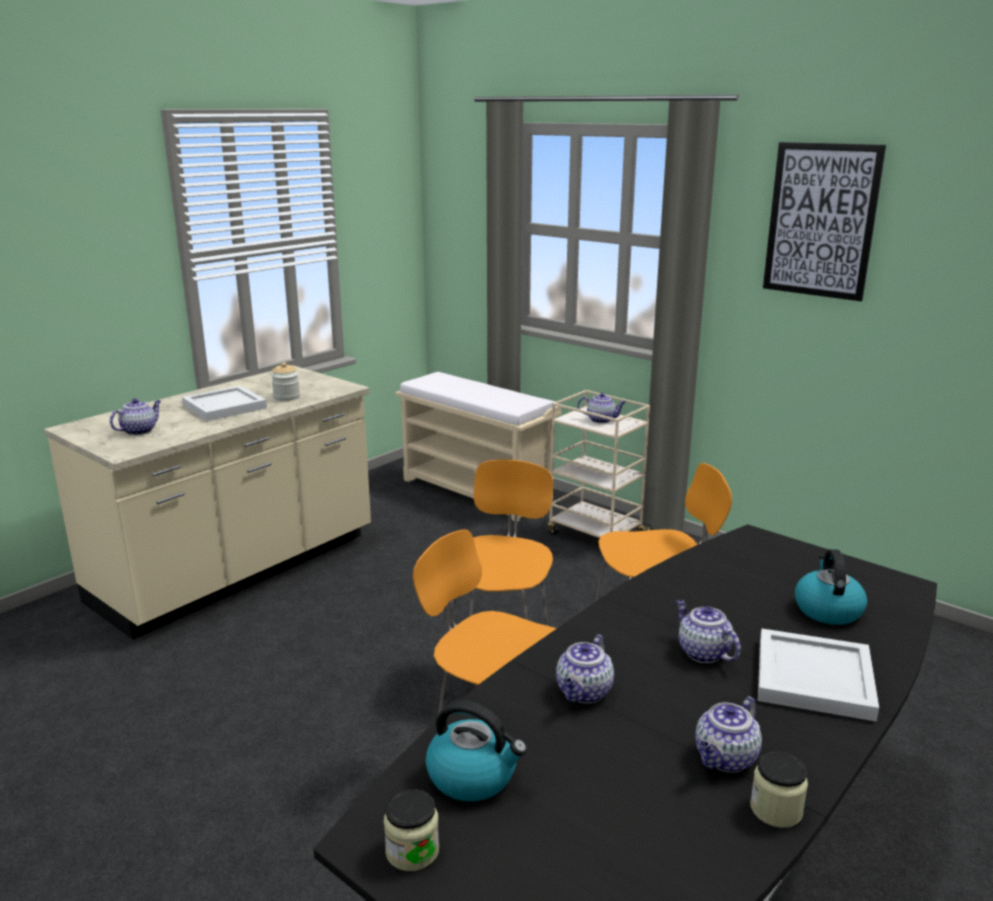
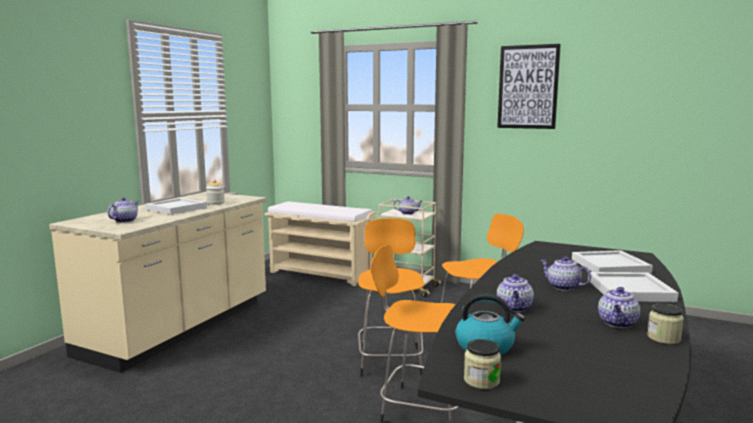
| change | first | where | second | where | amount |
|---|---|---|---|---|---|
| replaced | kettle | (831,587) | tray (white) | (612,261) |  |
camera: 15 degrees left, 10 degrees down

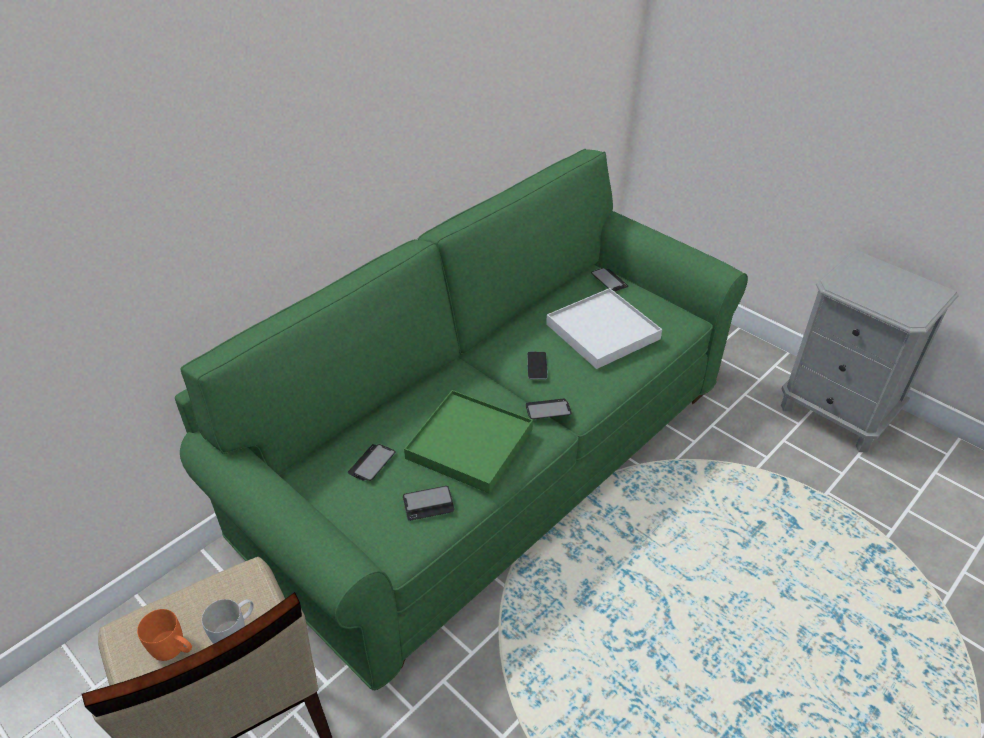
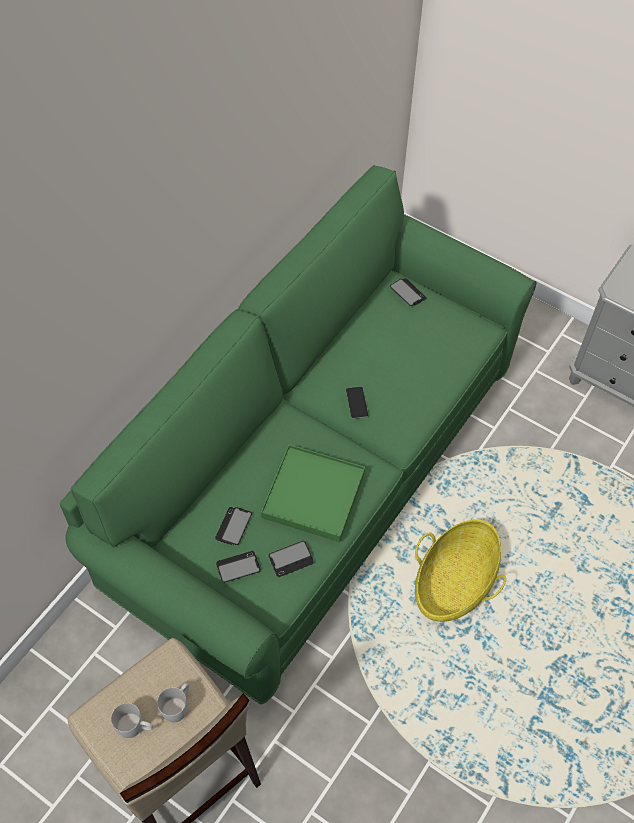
| change | first | where | second | where | amount |
|---|---|---|---|---|---|
| recoloured | mug (orange) | (164,635) | mug (white) | (132,720) |  |
| moved | phone | (548,408) |  | (238,567) |  |
| added |  |  | basket | (460,570) |  |
| removed | tray (white) | (604,328) |  |  |  |
camera: 10 degrees left, 15 degrees up

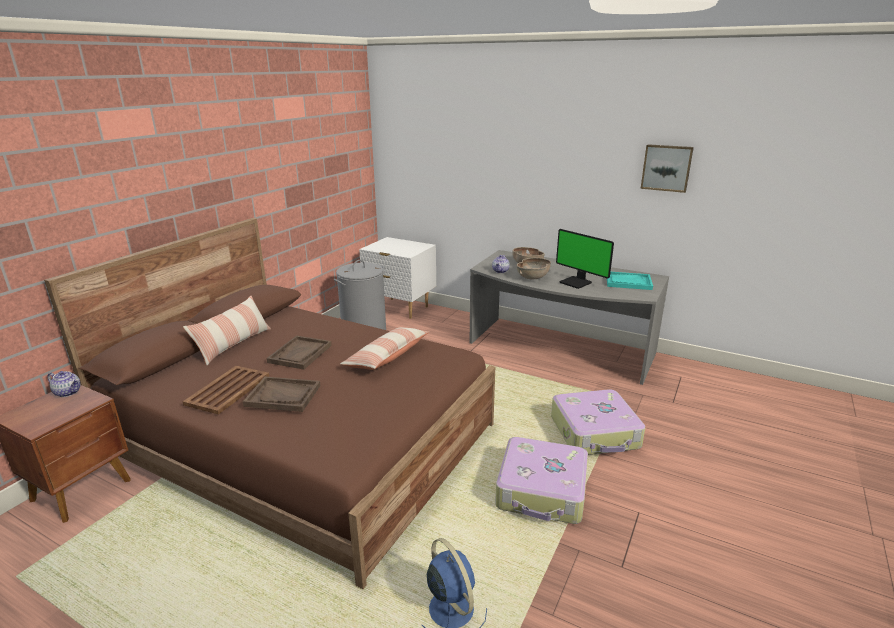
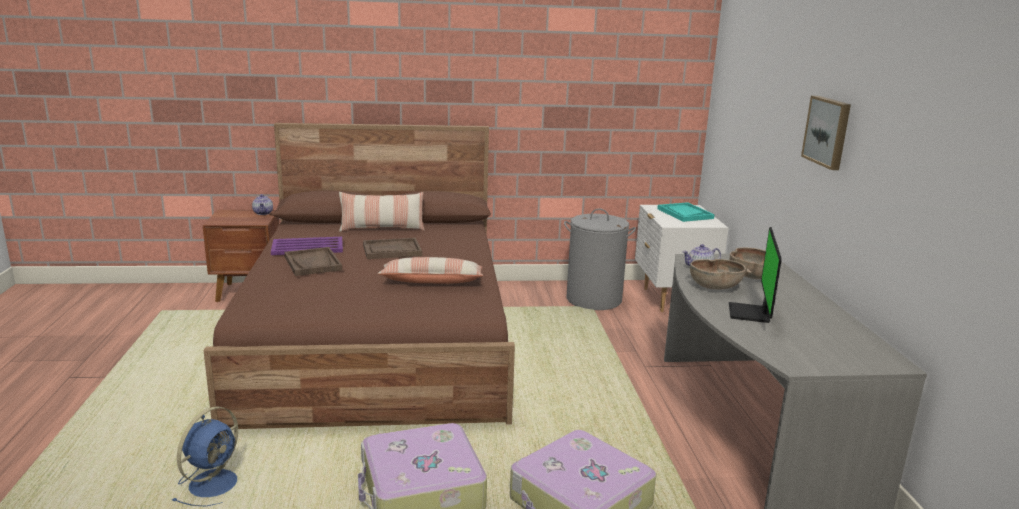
| change | first | where | second | where | amount |
|---|---|---|---|---|---|
| recoloured | tray (brown) | (226,390) | tray (purple) | (307,246) |  |
| moved | tray (turquoise) | (630,281) |  | (686,212) |  |
| moved | picture | (667,168) |  | (826,133) |  |
camera: 55 degrees right, 5 degrees down

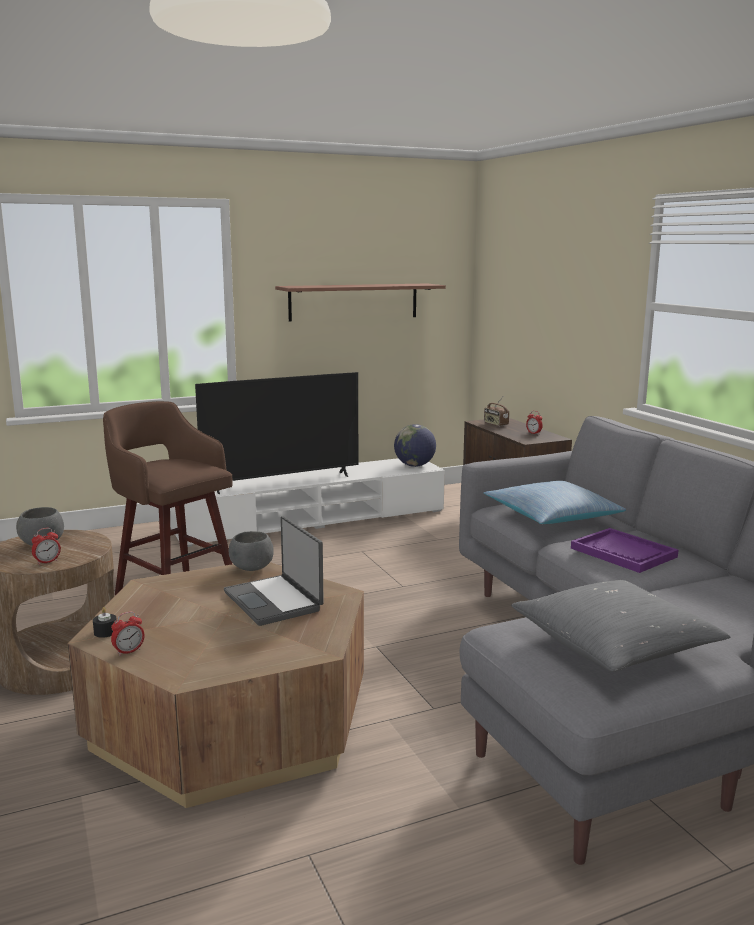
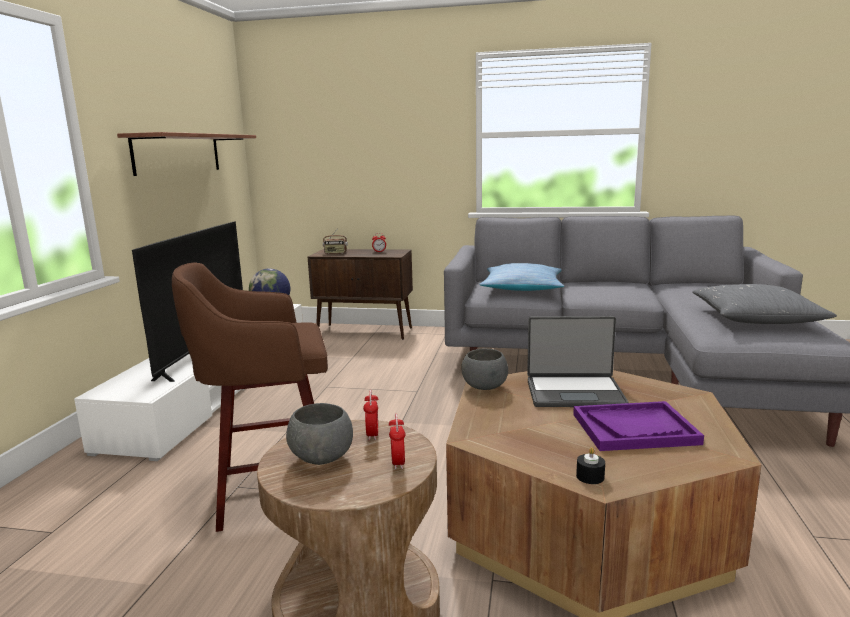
| change | first | where | second | where | amount |
|---|---|---|---|---|---|
| moved | alarm clock | (128,634) |  | (371,415) |  |
| moved | tray (purple) | (624,550) |  | (638,426) |  |
camera: 55 degrees left, 0 degrees up

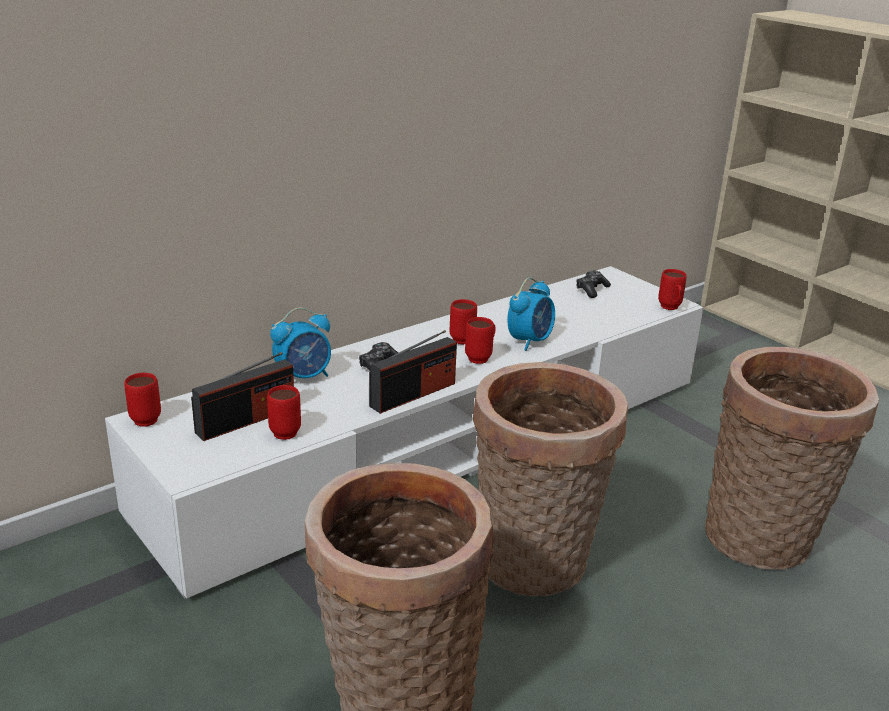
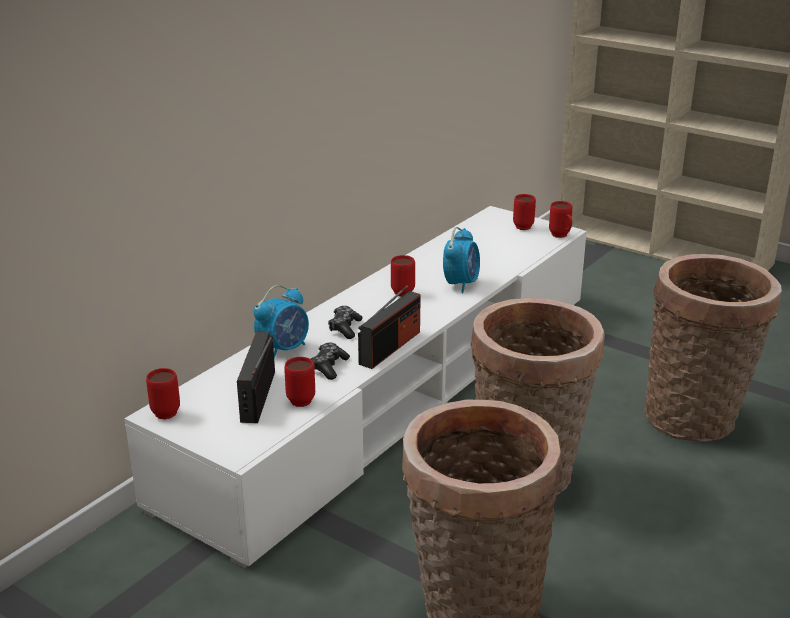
| change | first | where | second | where | amount |
|---|---|---|---|---|---|
| turned | radio | (242,396) |  | (256,377) | 150 degrees clockwise |
| moved | game controller | (593,284) |  | (330,361) |  |
| moved | mug (red) | (480,340) |  | (524,212) |  |
camera: 15 degrees left, 0 degrees up

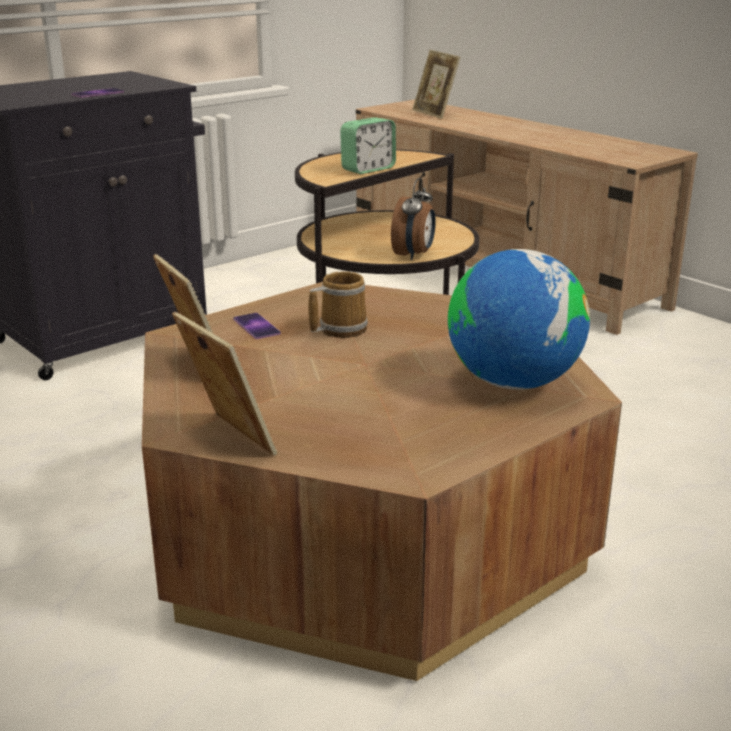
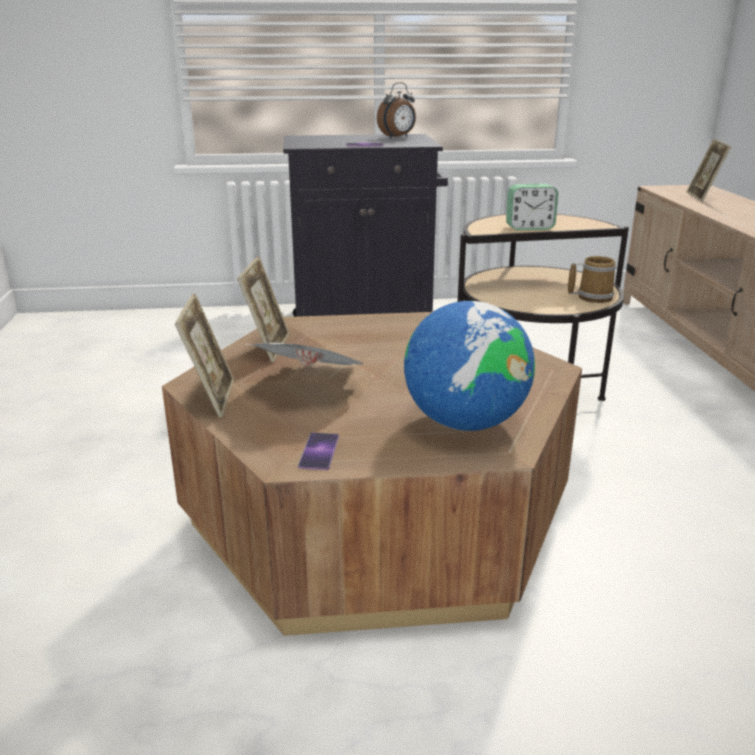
| change | first | where | second | where | amount |
|---|---|---|---|---|---|
| added |  |  | newspaper | (304,354) |  |
| moved | phone | (257,326) |  | (318,451) |  |
| moved | alarm clock | (413,219) |  | (396,110) |  |
| moved | mug | (338,304) |  | (592,279) |  |
camera: 35 degrees right, 0 degrees up

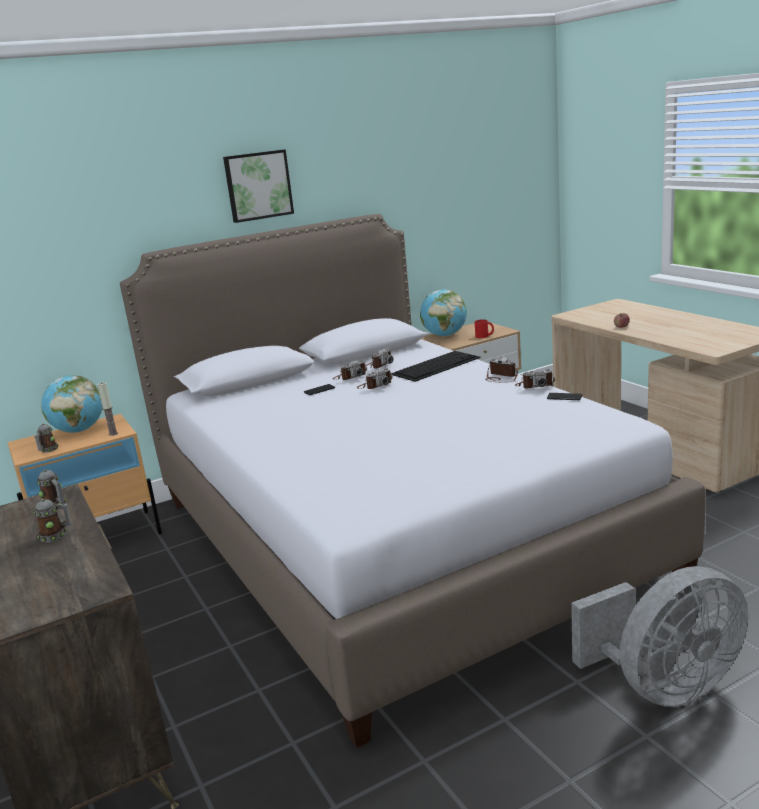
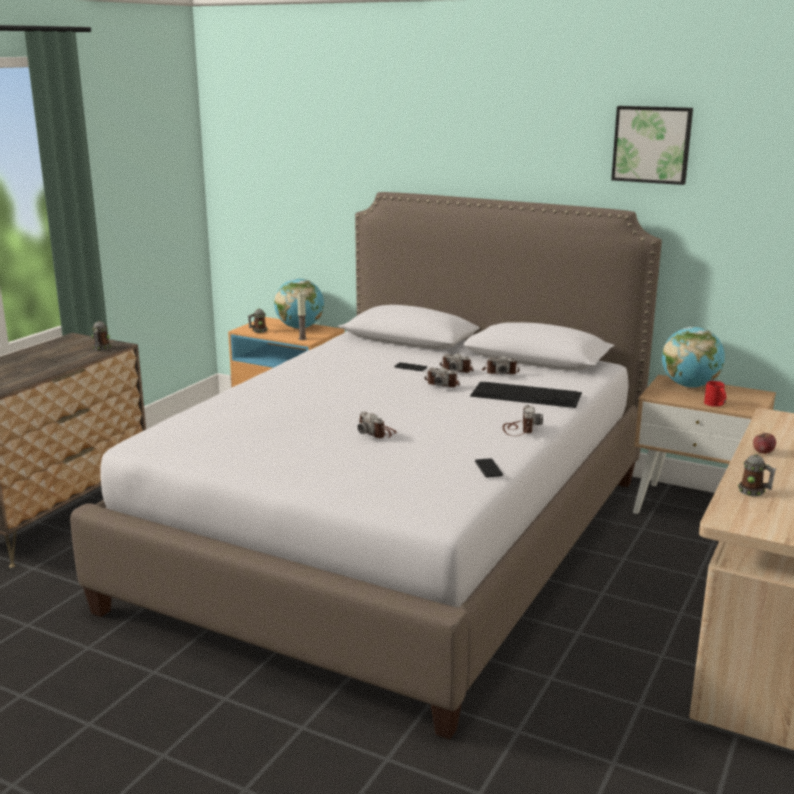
| change | first | where | second | where | amount |
|---|---|---|---|---|---|
| moved | photo camera | (535,378) |  | (377,425) |  |
| moved | picture | (258,186) |  | (652,145) |  |
| moved | mug | (52,520) |  | (757,475) |  |
| removed | fan (grey) | (659,636) |  |  |  |
camera: 55 degrees right, 0 degrees up

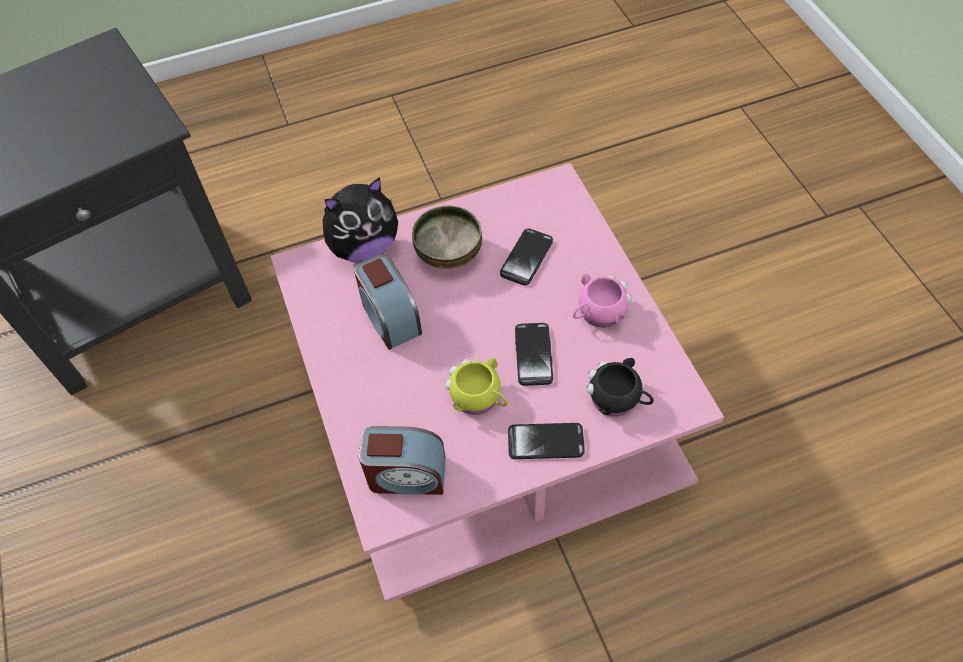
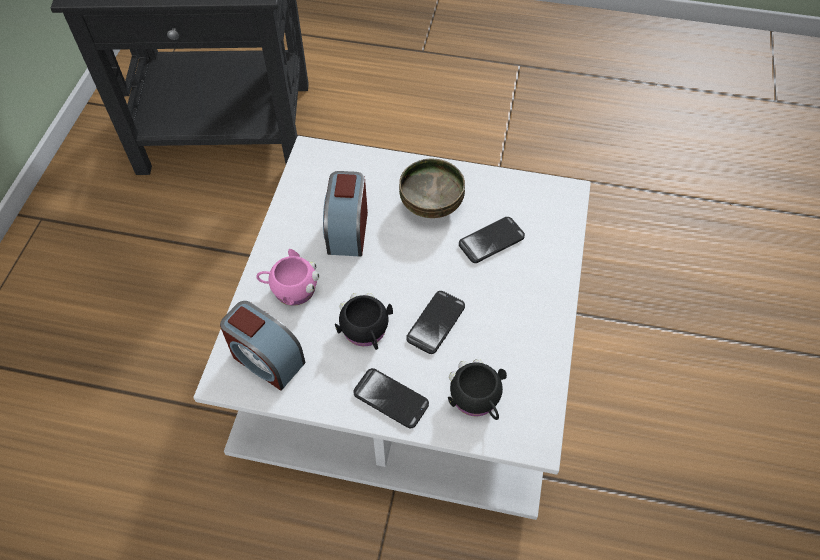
| change | first | where | second | where | amount |
|---|---|---|---|---|---|
| recoloured | coffee table (pink) | (497,383) | coffee table (white) | (392,328) |  |
| moved | mug (pink) | (602,301) |  | (287,277) |  |
| recoloured | mug (yellow) | (476,386) | mug (black) | (364,321) |  |
| removed | plush toy | (360,219) |  |  |  |
camera: 30 degrees right, 0 degrees up

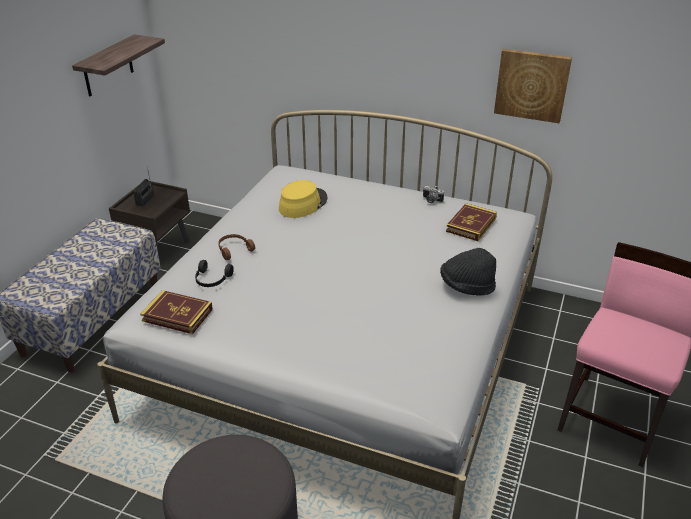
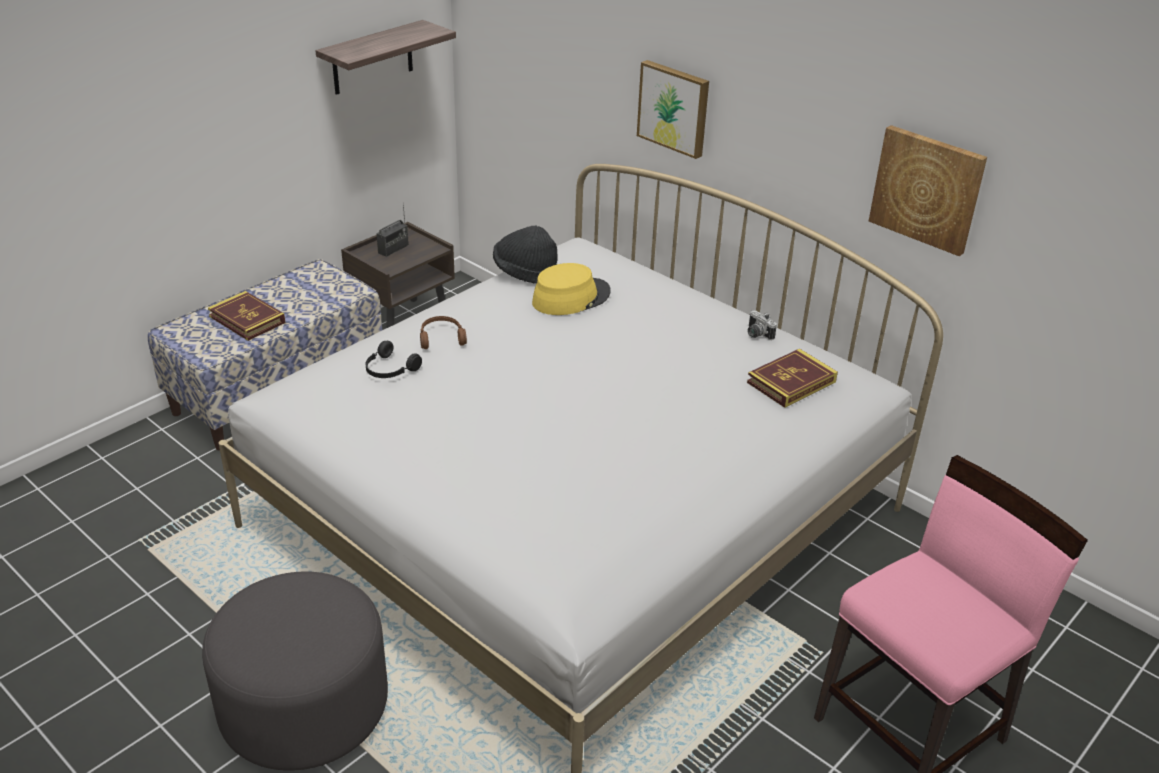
| change | first | where | second | where | amount |
|---|---|---|---|---|---|
| moved | book | (177,312) |  | (247,316) |  |
| moved | hat (black) | (468,271) |  | (525,254) |  |
| added |  |  | picture | (673,109) |  |
camera: 20 degrees right, 0 degrees up

